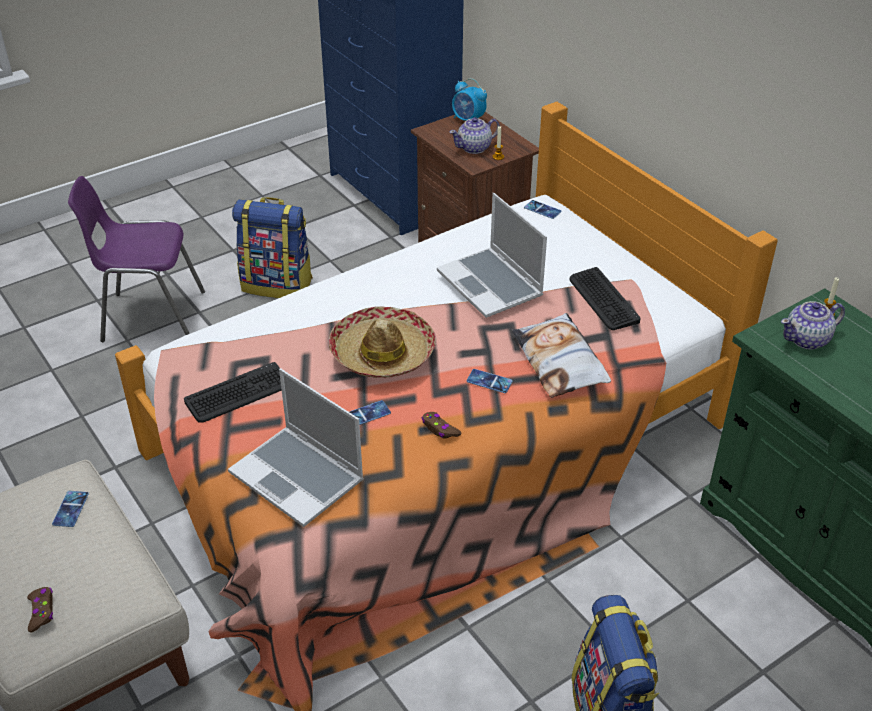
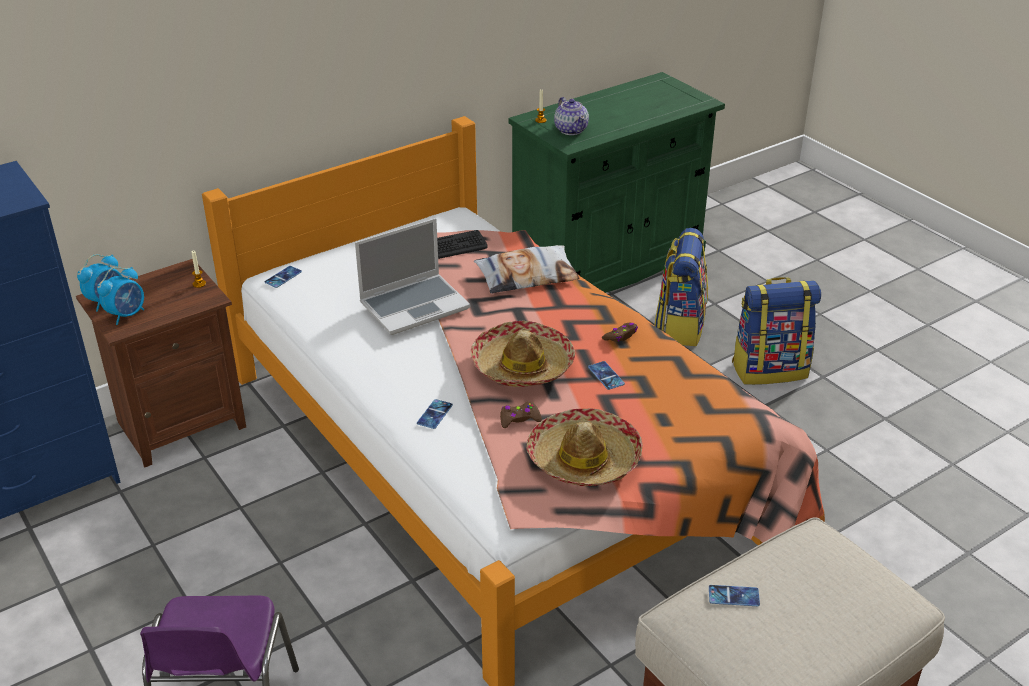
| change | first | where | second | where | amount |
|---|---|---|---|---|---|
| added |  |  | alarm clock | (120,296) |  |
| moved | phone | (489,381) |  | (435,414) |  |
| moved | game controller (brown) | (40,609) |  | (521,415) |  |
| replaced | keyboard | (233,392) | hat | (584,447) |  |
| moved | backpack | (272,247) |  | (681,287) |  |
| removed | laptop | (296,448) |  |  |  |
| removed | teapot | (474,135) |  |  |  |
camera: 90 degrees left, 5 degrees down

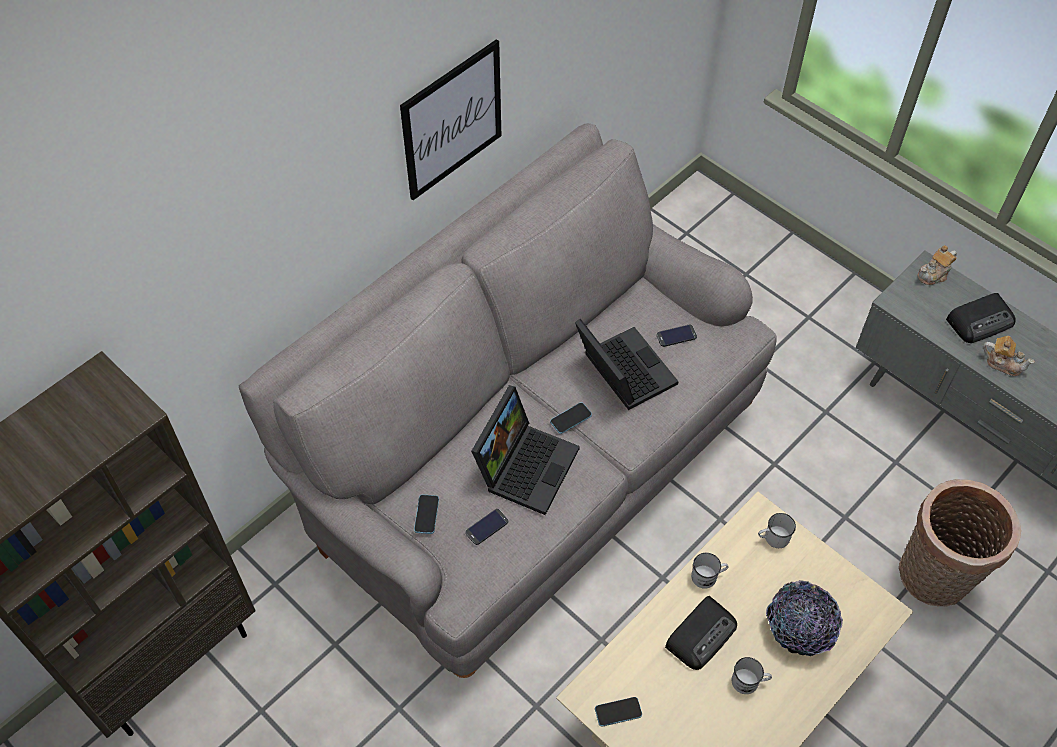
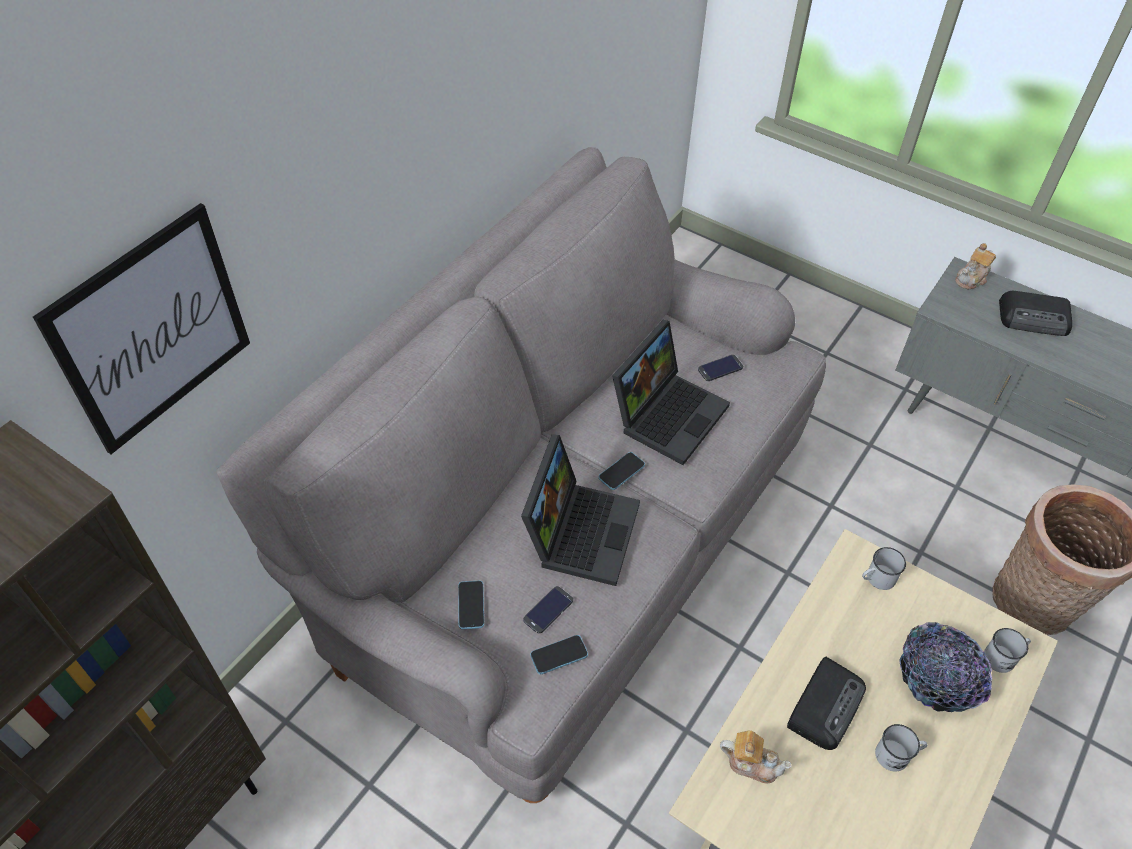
| change | first | where | second | where | amount |
|---|---|---|---|---|---|
| moved | picture | (450,119) |  | (141,328) |  |
| moved | phone | (618,711) |  | (559,654) |  |
| turned | laptop | (627,364) |  | (671,392) | 75 degrees clockwise |
| moved | teapot | (1009,356) |  | (756,757) |  |
| moved | mug (white) | (710,571) |  | (1007,650) |  |
| turned | radio | (981,318) |  | (1035,313) | 45 degrees clockwise |
camera: 10 degrees left, 5 degrees down

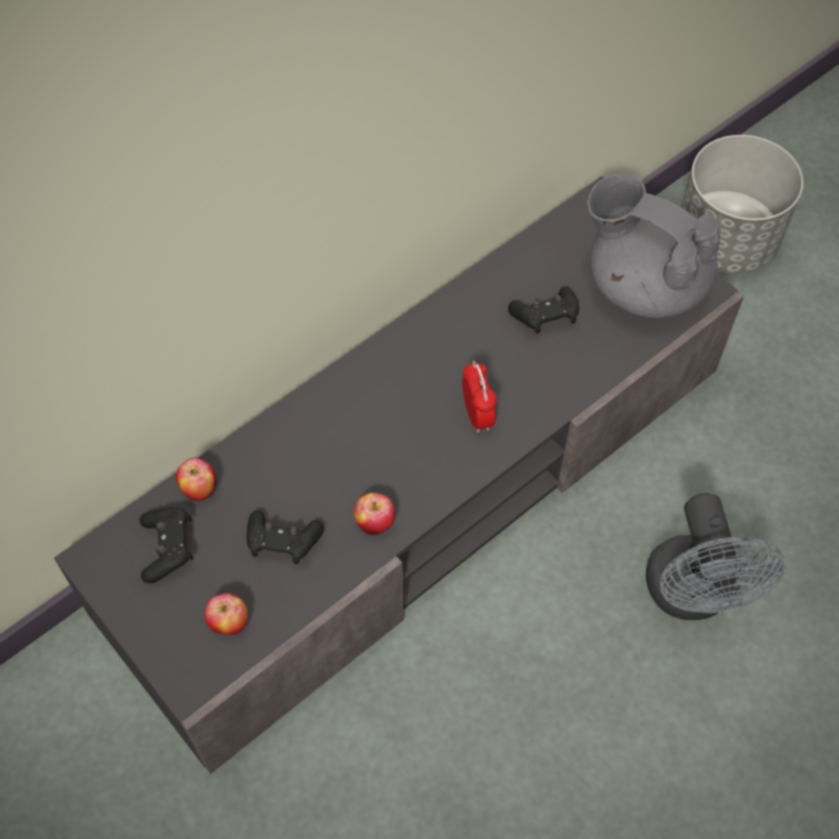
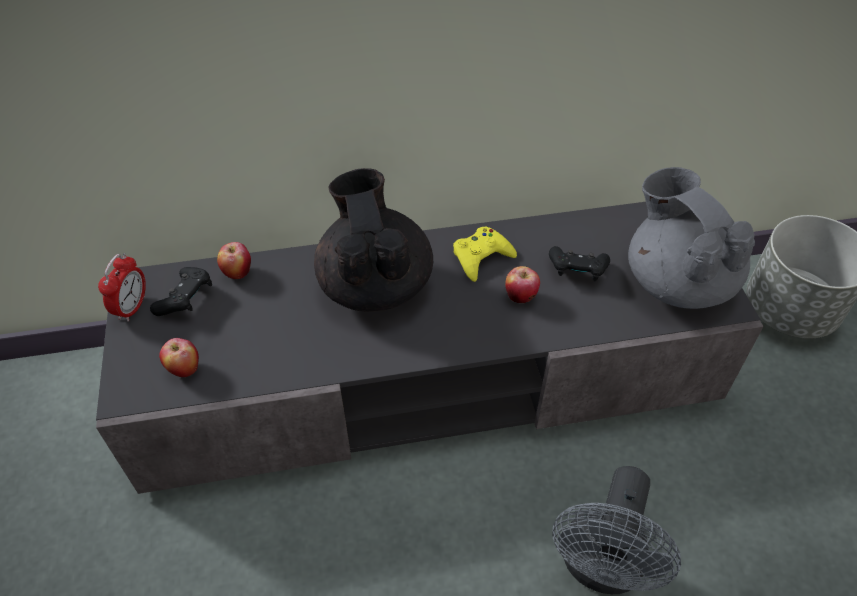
| change | first | where | second | where | amount |
|---|---|---|---|---|---|
| moved | alarm clock | (479,397) |  | (122,287) |  |
| added |  |  | teapot (black) | (373,240) |  |
| added |  |  | game controller (yellow) | (485,254) |  |
| moved | apple | (374,514) |  | (522,284) |  |
| removed | game controller (black) | (285,537) |  |  |  |
camera: 30 degrees right, 10 degrees down

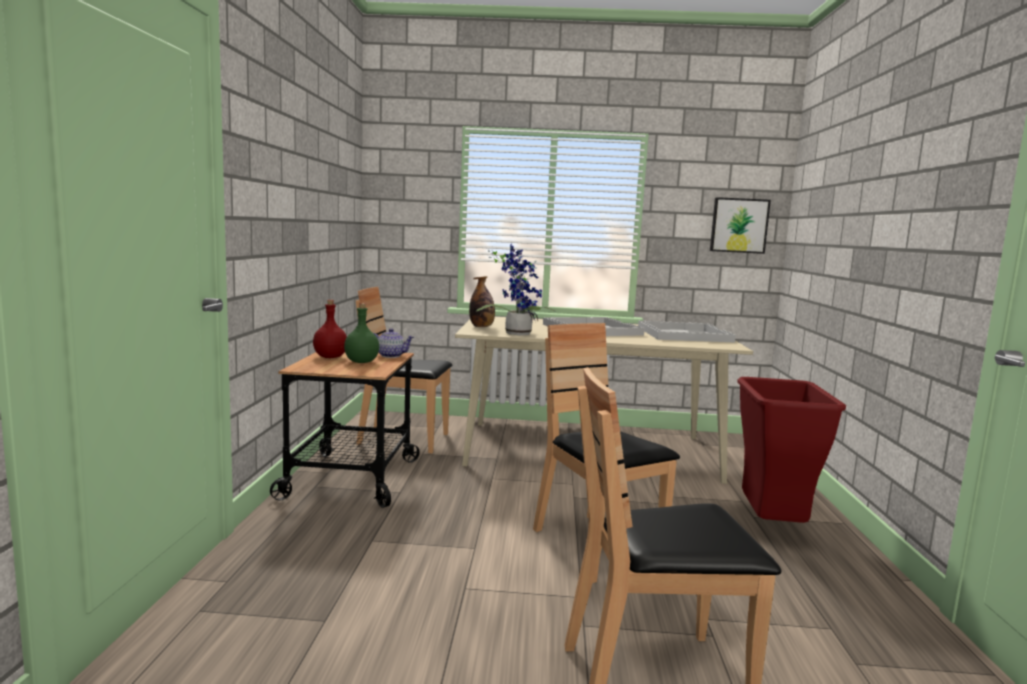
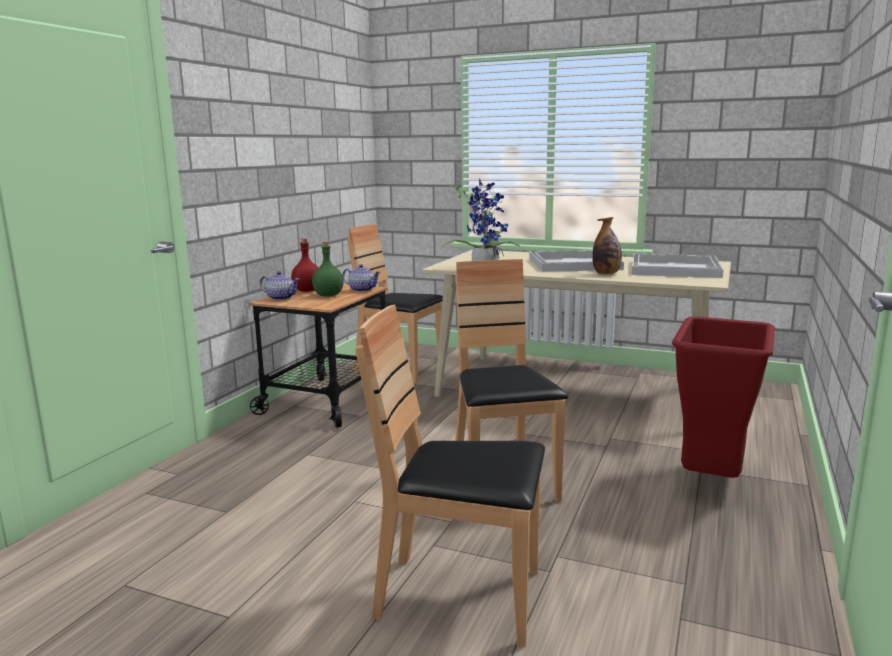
| change | first | where | second | where | amount |
|---|---|---|---|---|---|
| added |  |  | teapot | (280,285) |  |
| moved | bottle | (482,301) |  | (607,246) |  |
| removed | picture | (740,225) |  |  |  |
camera: 20 degrees right, 5 degrees up

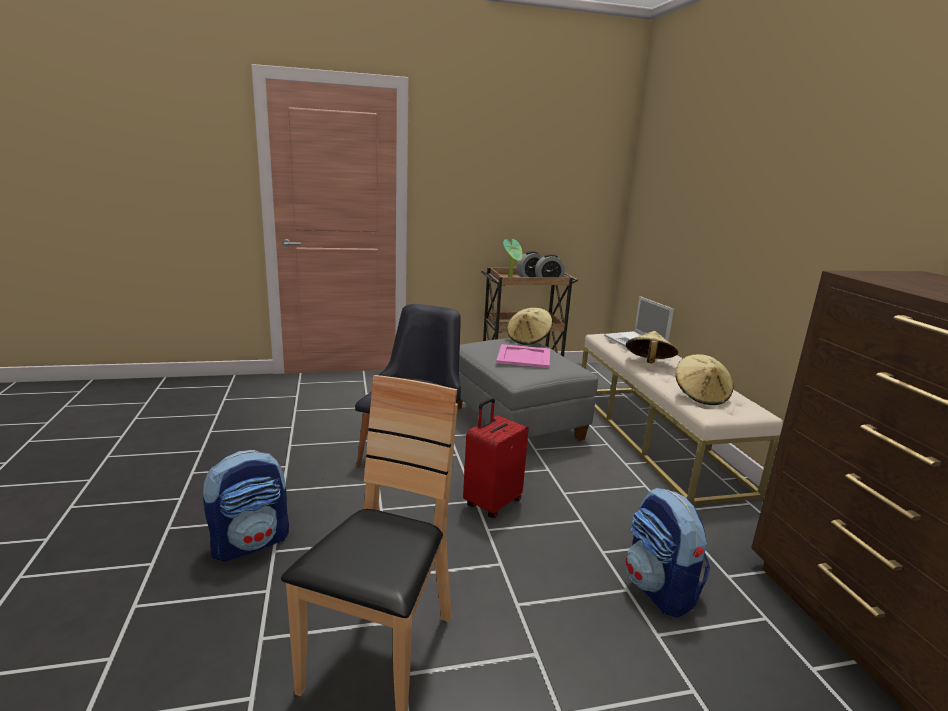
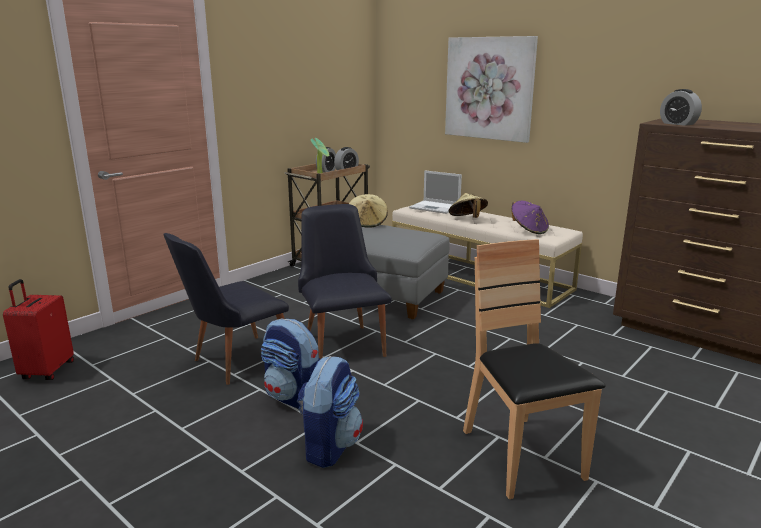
| change | first | where | second | where | amount |
|---|---|---|---|---|---|
| moved | suitcase (red) | (496,458) |  | (38,329) |  |
| added |  |  | chair (black) | (226,309) |  |
| moved | backpack | (668,553) |  | (290,364) |  |
| added |  |  | picture | (491,89) |  |
| recoloured | hat (beige) | (705,379) | hat (purple) | (530,217) |  |
| added |  |  | alarm clock | (681,107) |  |
| removed | tray (pink) | (523,356) |  |  |  |
camera: 35 degrees left, 0 degrees up

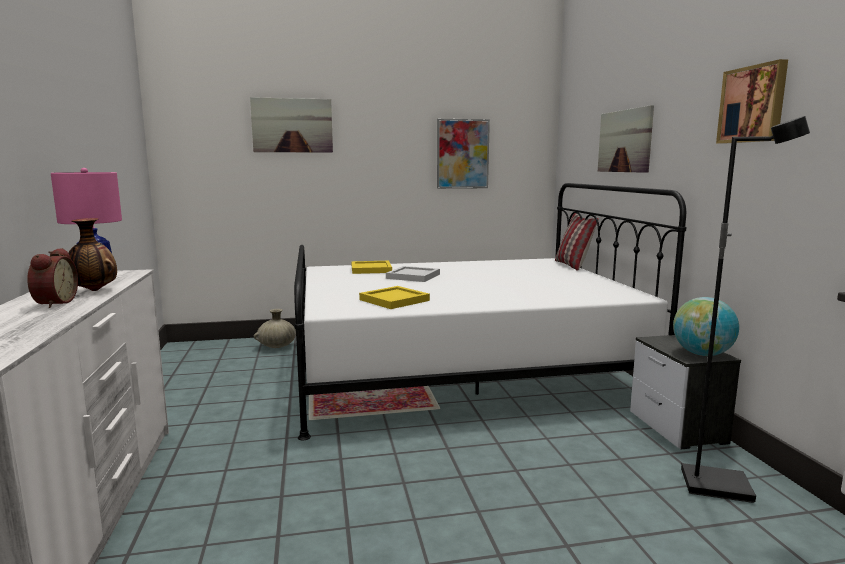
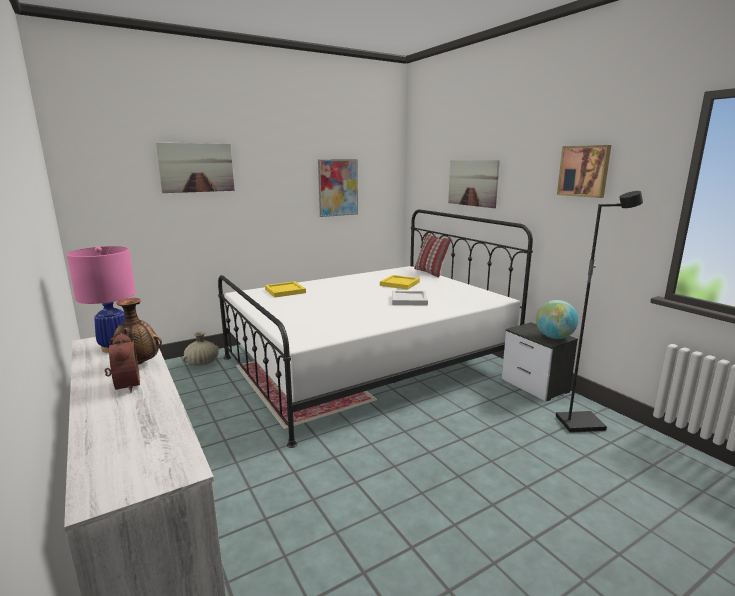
| change | first | where | second | where | amount |
|---|---|---|---|---|---|
| moved | tray (yellow) | (394,297) |  | (400,282) |  |
| moved | tray (white) | (413,274) |  | (410,298) |  |
camera: 20 degrees left, 5 degrees up

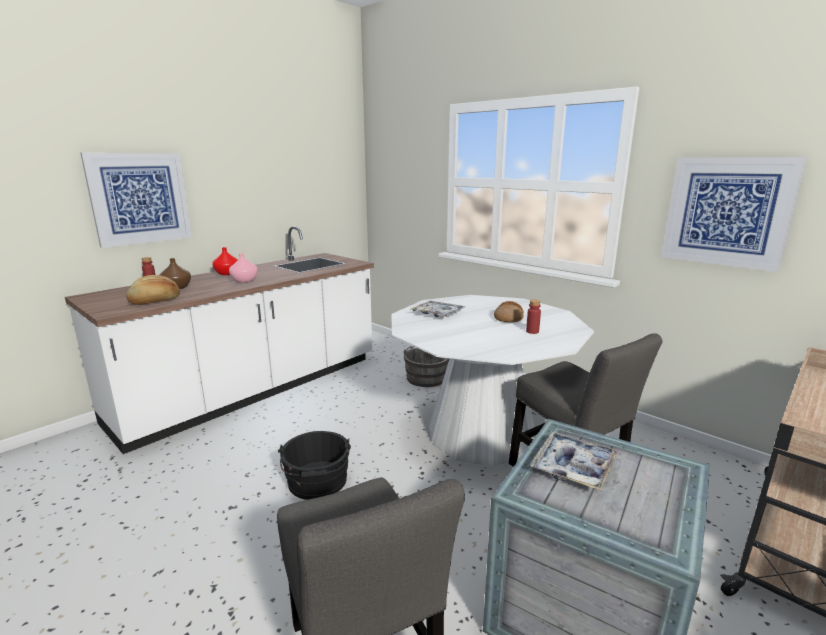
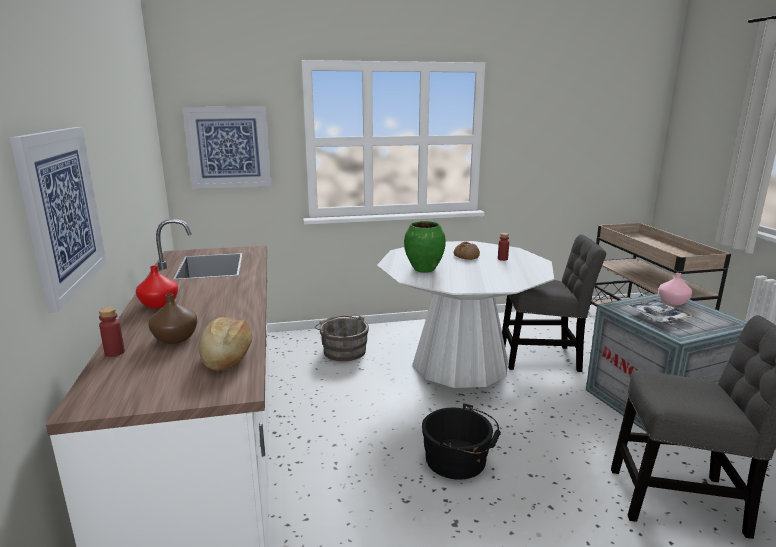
| change | first | where | second | where | amount |
|---|---|---|---|---|---|
| moved | picture | (734,214) |  | (227,148) |  |
| replaced | tray | (438,309) | vase (green) | (425,247) |  |
| moved | vase (pink) | (243,268) |  | (675,289) |  |
camera: 55 degrees left, 0 degrees up

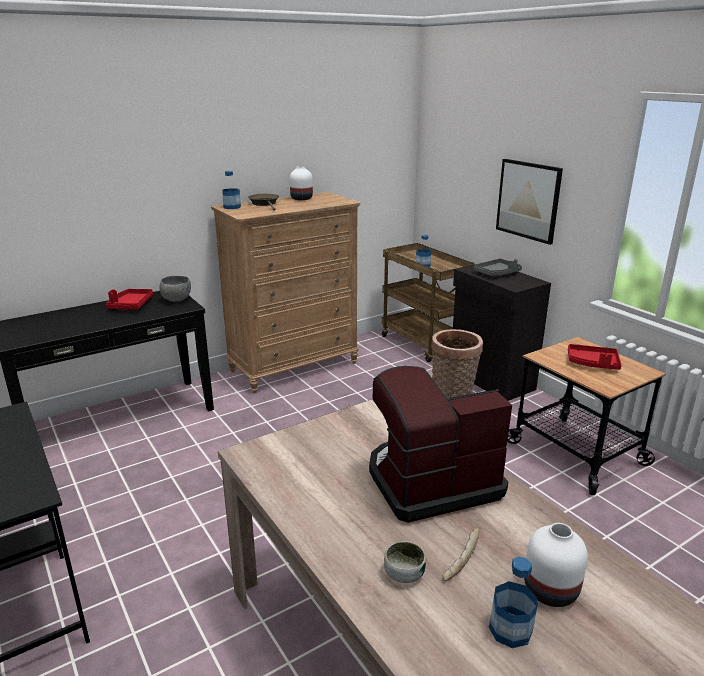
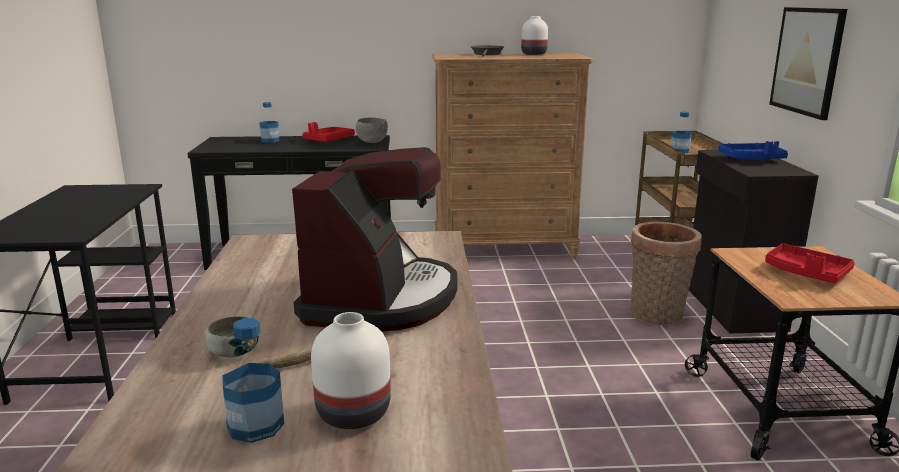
| change | first | where | second | where | amount |
|---|---|---|---|---|---|
| moved | bottle | (231,190) |  | (269,122) |  |
| turned | coffee machine | (440,444) |  | (375,239) | 90 degrees clockwise |
| recoloured | tray (grey) | (498,267) | tray (blue) | (753,150) |  |
camera: 30 degrees right, 5 degrees down

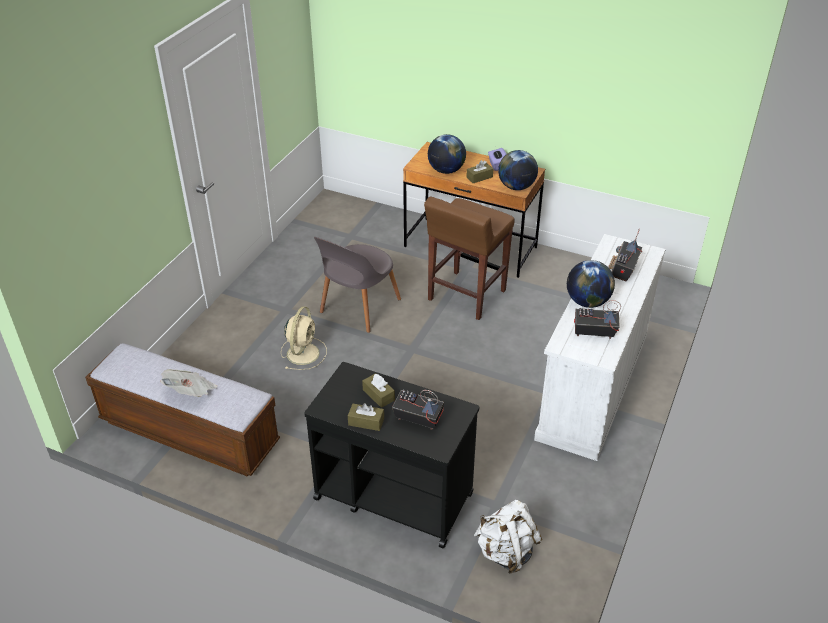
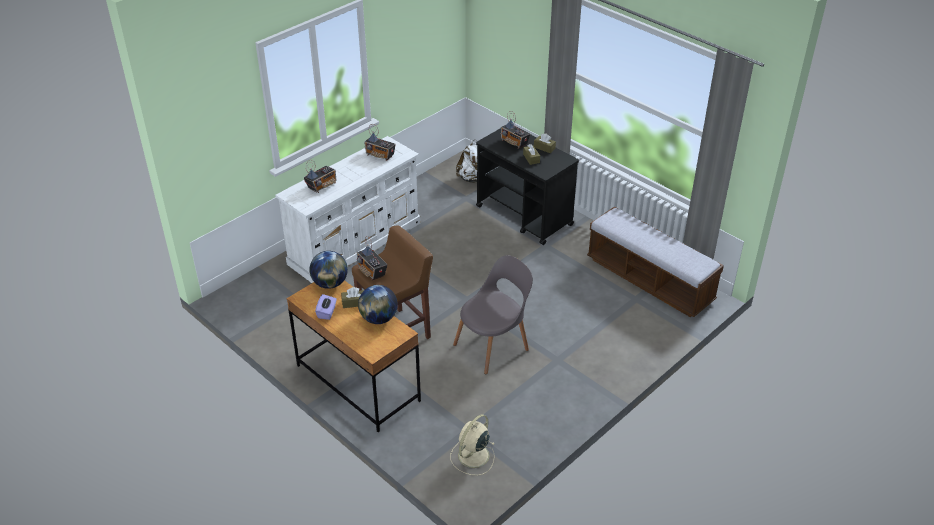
| change | first | where | second | where | amount |
|---|---|---|---|---|---|
| added |  |  | radio | (372,258) |  |
| moved | fan (beige) | (304,338) |  | (472,444) |  |
| removed | newspaper | (189,383) |  |  |  |
| removed | globe | (591,284) |  |  |  |
camera: 160 degrees left, 0 degrees up

